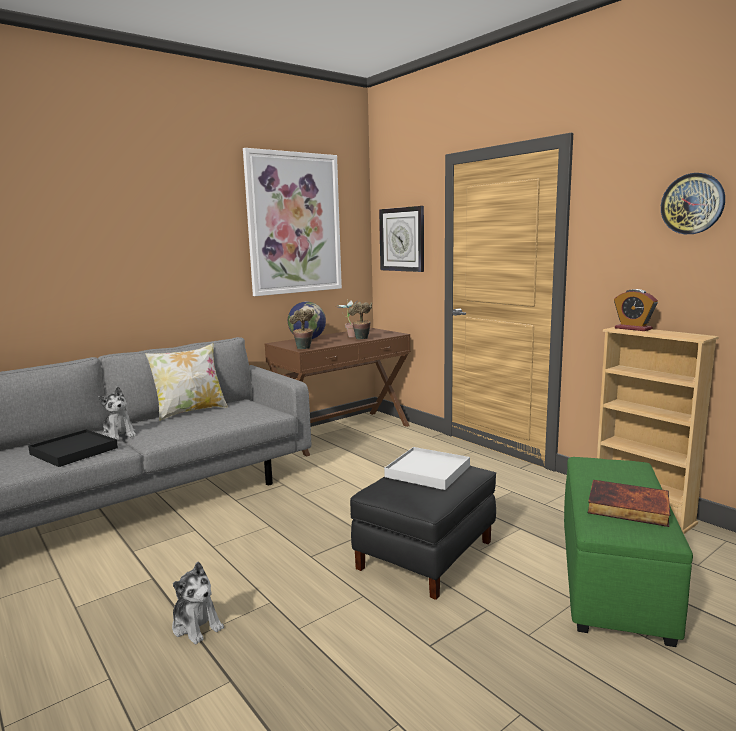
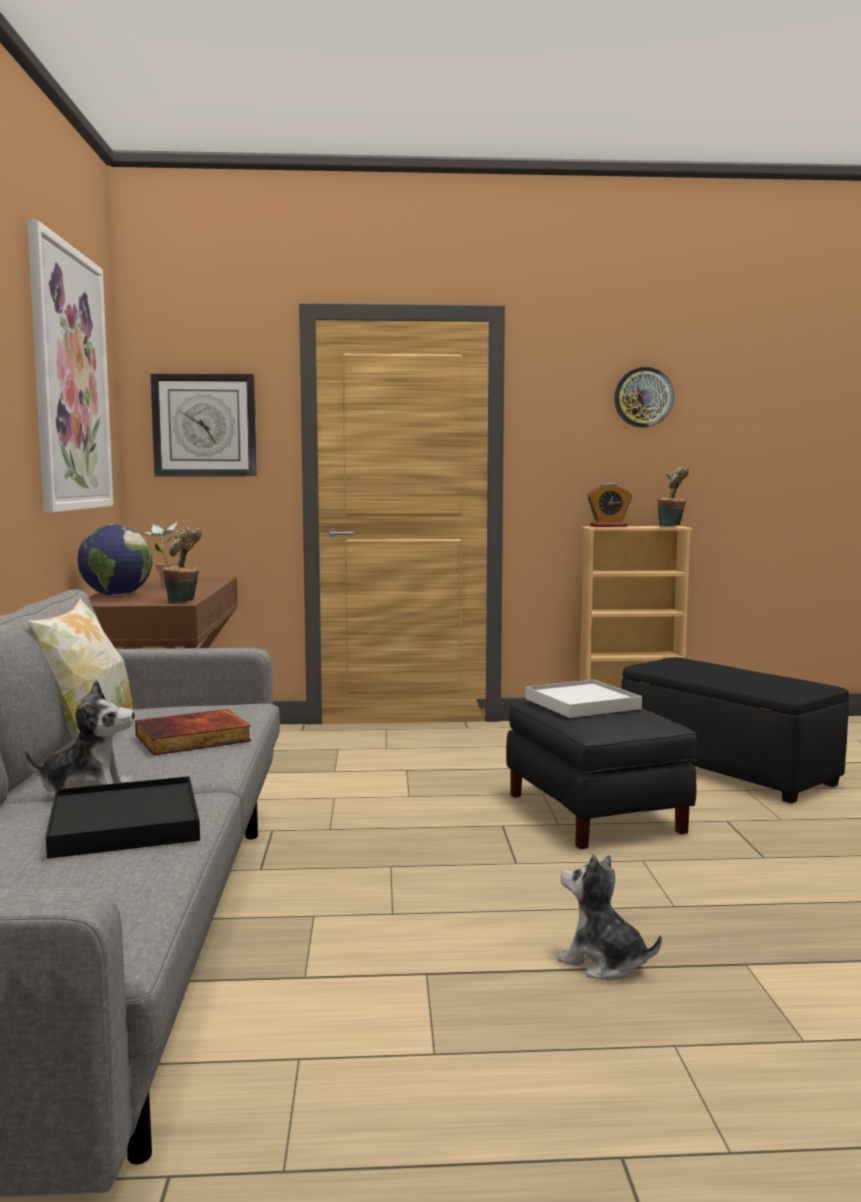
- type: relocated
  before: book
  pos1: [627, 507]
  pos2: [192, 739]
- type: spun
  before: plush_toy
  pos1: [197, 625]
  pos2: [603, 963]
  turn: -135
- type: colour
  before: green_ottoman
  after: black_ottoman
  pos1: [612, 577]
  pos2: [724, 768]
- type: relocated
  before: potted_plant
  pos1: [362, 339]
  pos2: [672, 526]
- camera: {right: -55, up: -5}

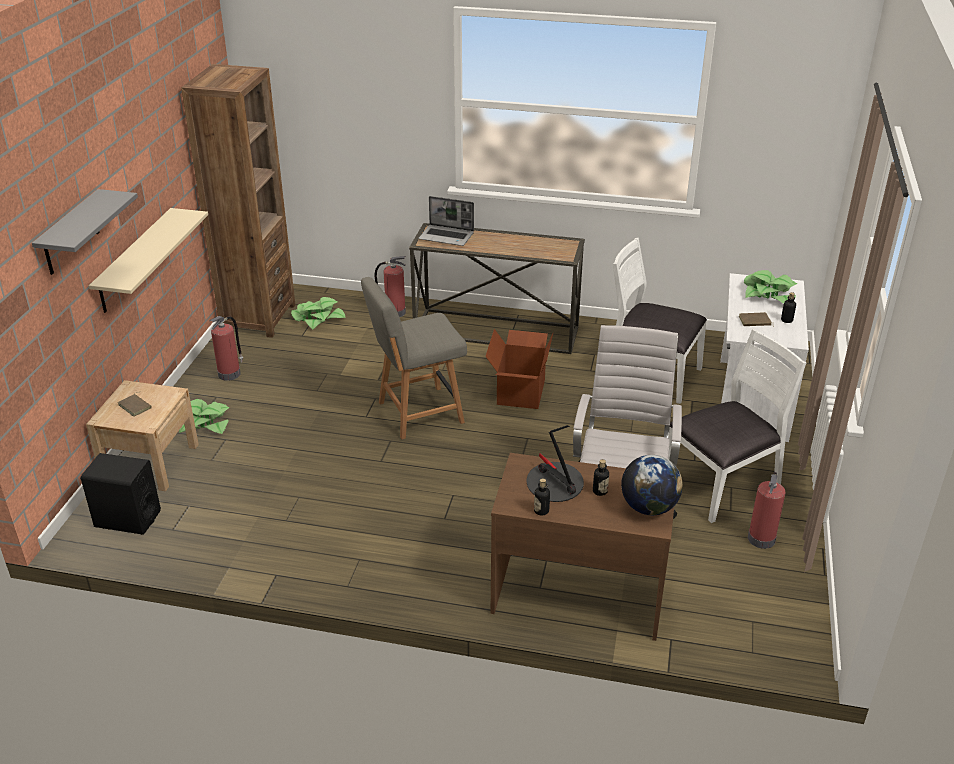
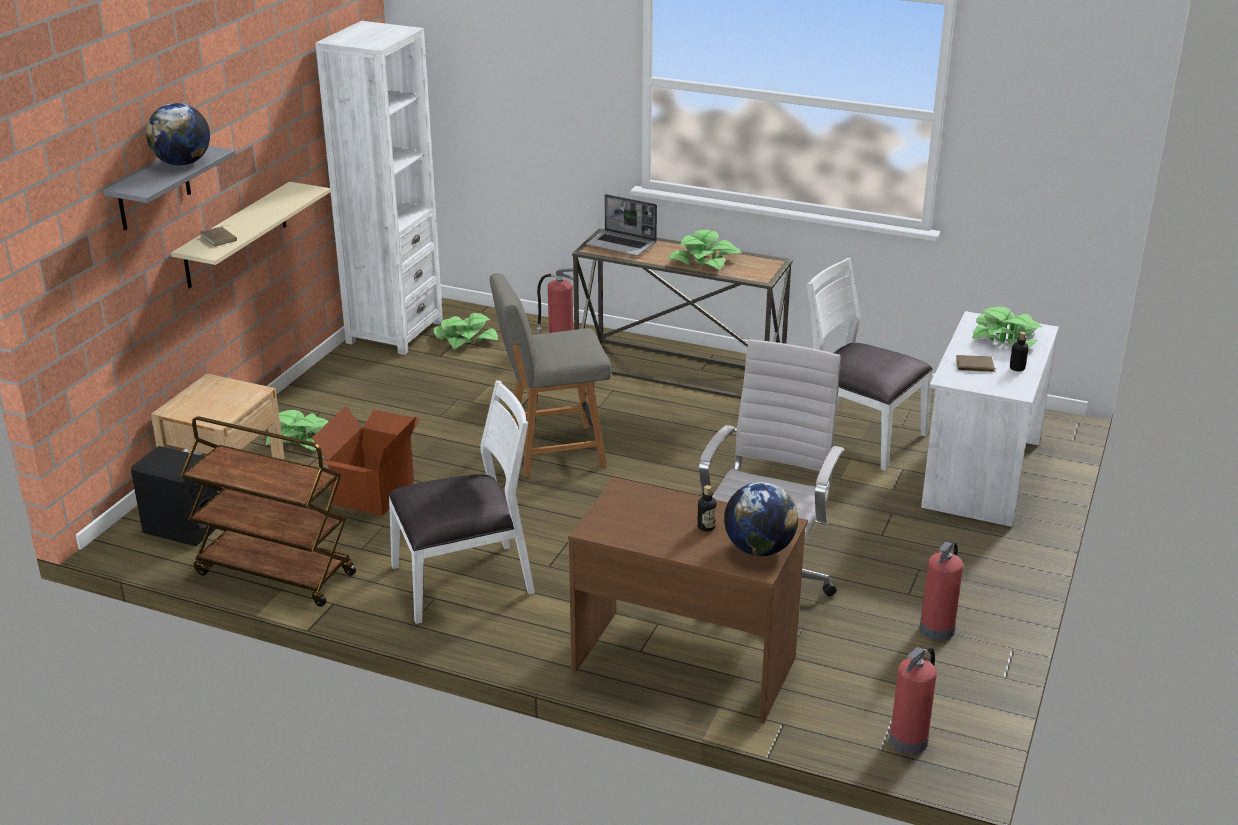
- type: appeared
  after: globe
  pos2: [182, 163]
- type: appeared
  after: brown_cart
  pos2: [274, 574]
- type: relocated
  before: brown_book
  pos1: [136, 406]
  pos2: [220, 238]
- type: relocated
  before: cardboard_box
  pos1: [519, 392]
  pos2: [372, 492]
- type: colour
  before: brown_bookcase
  after: white_bookcase
  pos1: [258, 317]
  pos2: [394, 332]
- type: relocated
  before: white_chair
  pos1: [722, 483]
  pos2: [464, 581]
- type: appeared
  after: potted_plant
  pos2: [704, 261]
- type: relocated
  before: fire_extinguisher
  pos1: [230, 373]
  pos2: [909, 739]
- type: missing
  before: table_lamp
  pos1: [554, 484]
- type: missing
  before: bottle
  pos1: [541, 511]
- camera: {right: 10, up: -5}

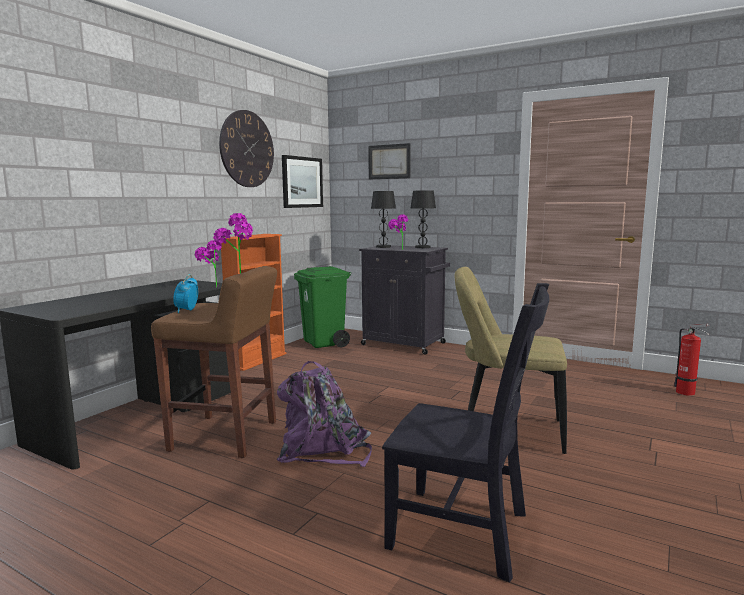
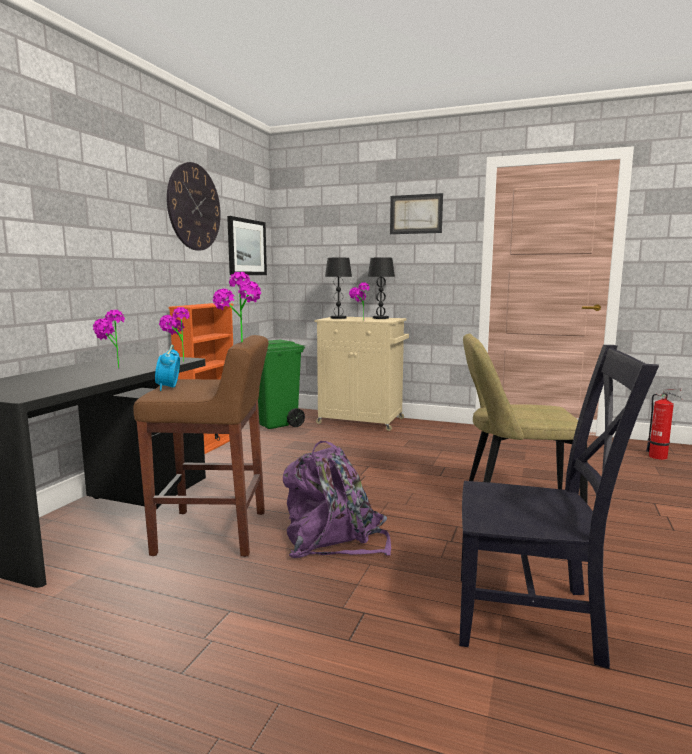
- type: appeared
  after: potted_plant
  pos2: [110, 369]
- type: colour
  before: black_cabinet
  after: beige_cabinet
  pos1: [405, 344]
  pos2: [362, 421]
- type: relocated
  before: picture
  pos1: [389, 161]
  pos2: [416, 214]
- camera: {right: -10, up: 0}

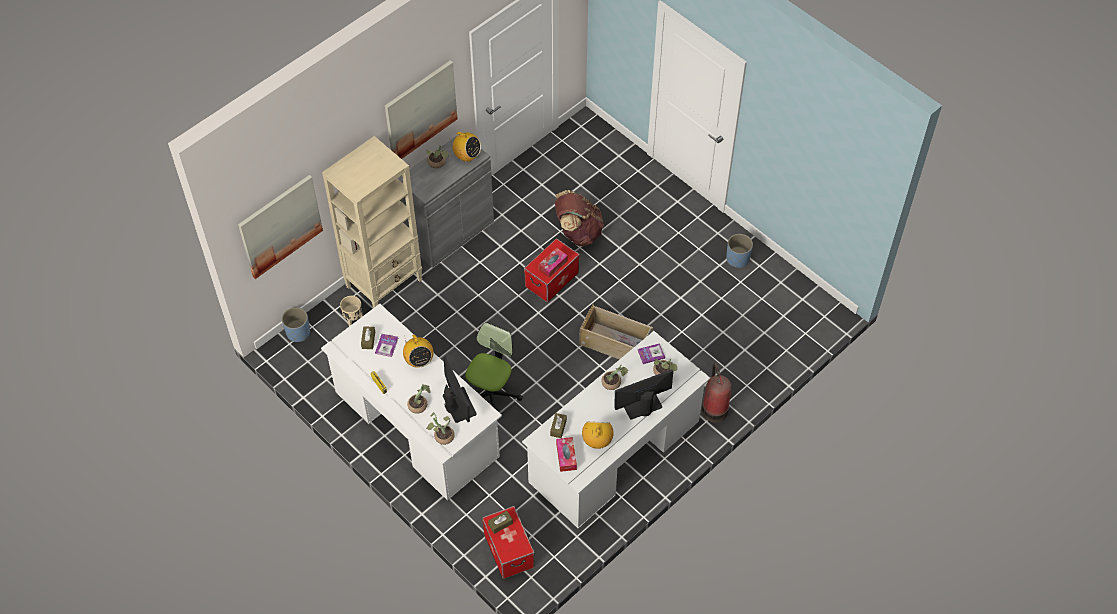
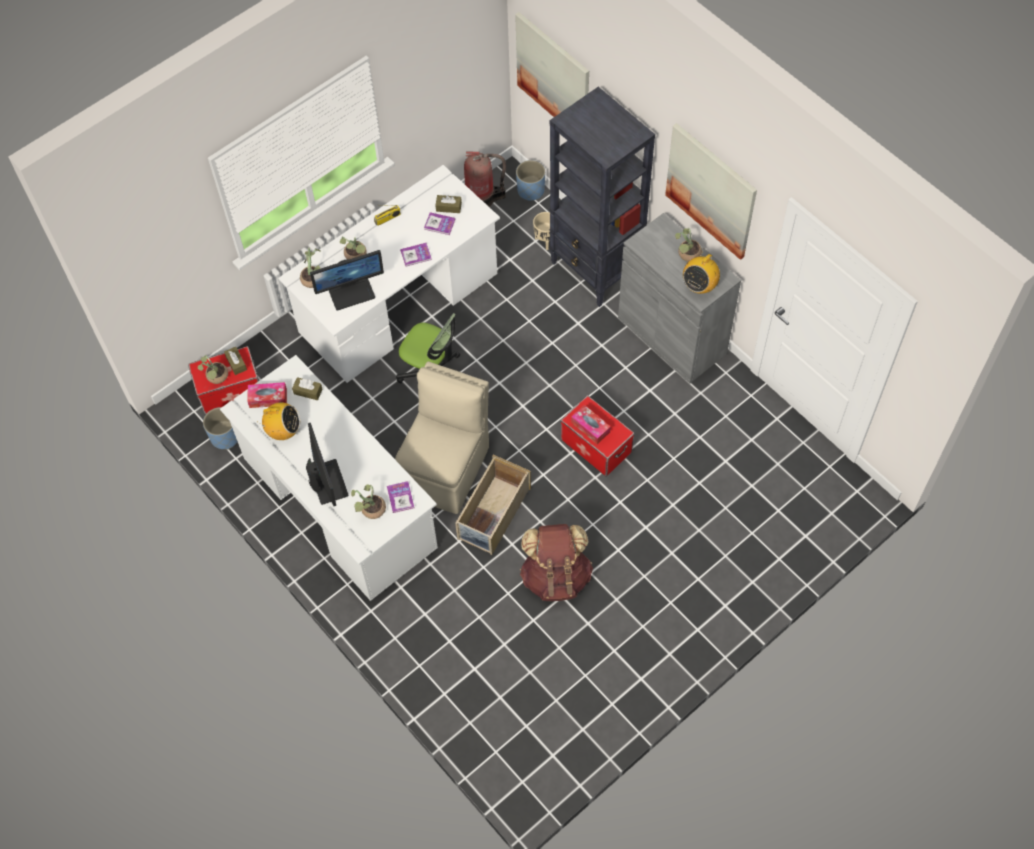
- type: relocated
  before: potted_plant
  pos1: [613, 383]
  pos2: [216, 378]
- type: relocated
  before: blue_planter
  pos1: [737, 259]
  pos2: [225, 437]
- type: appeared
  after: beige_chair
  pos2: [446, 467]
- type: exchanged
  before: radio
  after: book
  pos1: [419, 360]
  pos2: [416, 255]
- type: relocated
  before: fire_extinguisher
  pos1: [714, 409]
  pos2: [482, 198]
- type: relocated
  before: brown_backpack
  pos1: [578, 232]
  pos2: [556, 576]
- type: colour
  before: beige_bookcase
  after: black_bookcase
  pos1: [385, 283]
  pos2: [596, 270]
- camera: {right: 95, up: 5}

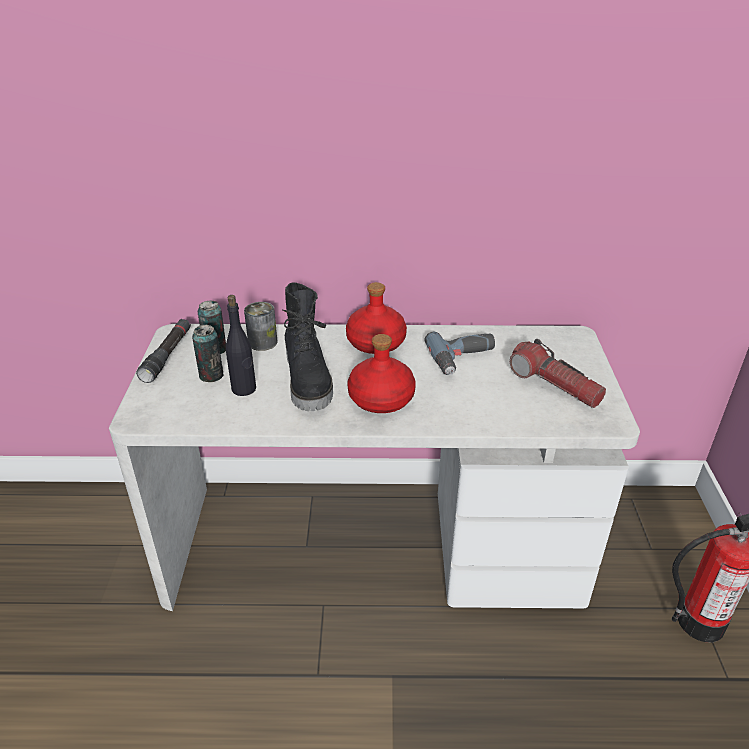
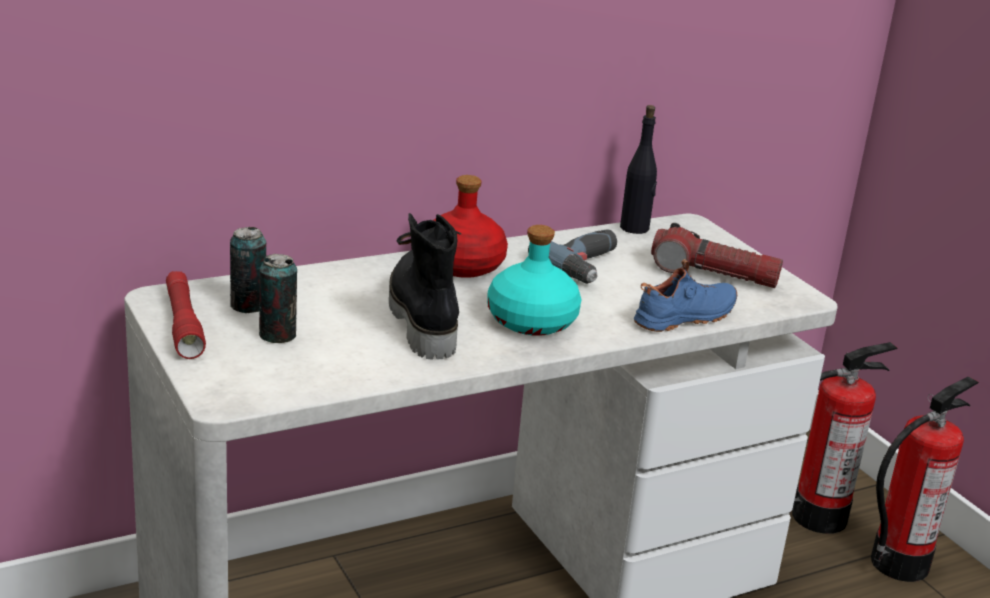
- type: colour
  before: black_flashlight
  after: red_flashlight
  pos1: [167, 355]
  pos2: [183, 324]
- type: spun
  before: black_boot
  pos1: [309, 381]
  pos2: [421, 319]
  turn: -150
- type: colour
  before: red_bottle
  after: turquoise_bottle
  pos1: [380, 398]
  pos2: [530, 321]
- type: relocated
  before: black_bottle
  pos1: [244, 389]
  pos2: [635, 228]
- type: appeared
  after: blue_shoe
  pos2: [686, 318]
- type: appeared
  after: fire_extinguisher
  pos2: [818, 517]
- type: missing
  before: can
  pos1: [262, 342]
- camera: {right: -30, up: -10}

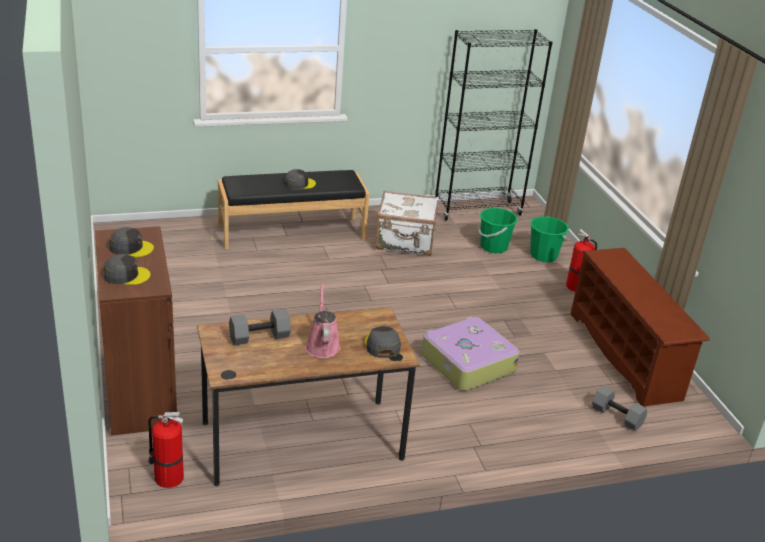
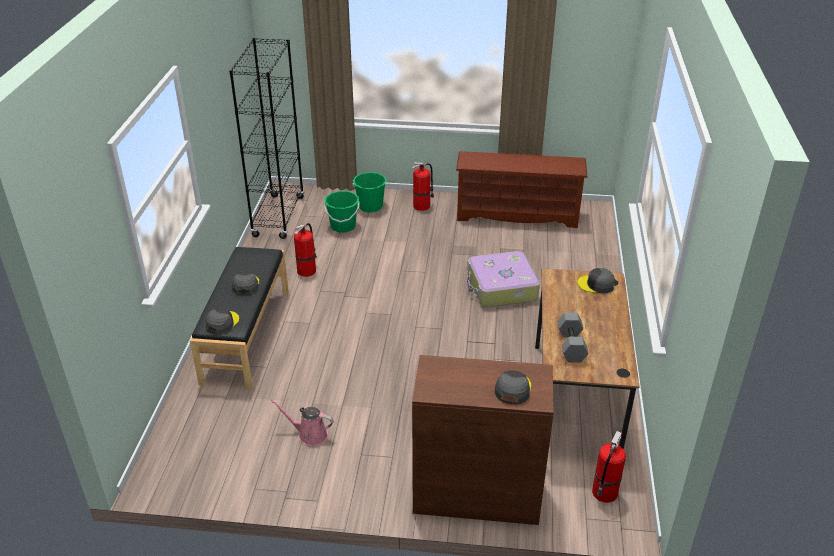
- type: relocated
  before: grey_cap
  pos1: [131, 248]
  pos2: [222, 323]
- type: relocated
  before: pink_watering_can
  pos1: [322, 345]
  pos2: [310, 434]
- type: exchanged
  before: white_suitcase
  after: fire_extinguisher
  pos1: [405, 242]
  pos2: [307, 270]
- type: missing
  before: grey_dumbbell
  pos1: [616, 416]
- camera: {right: -65, up: 5}

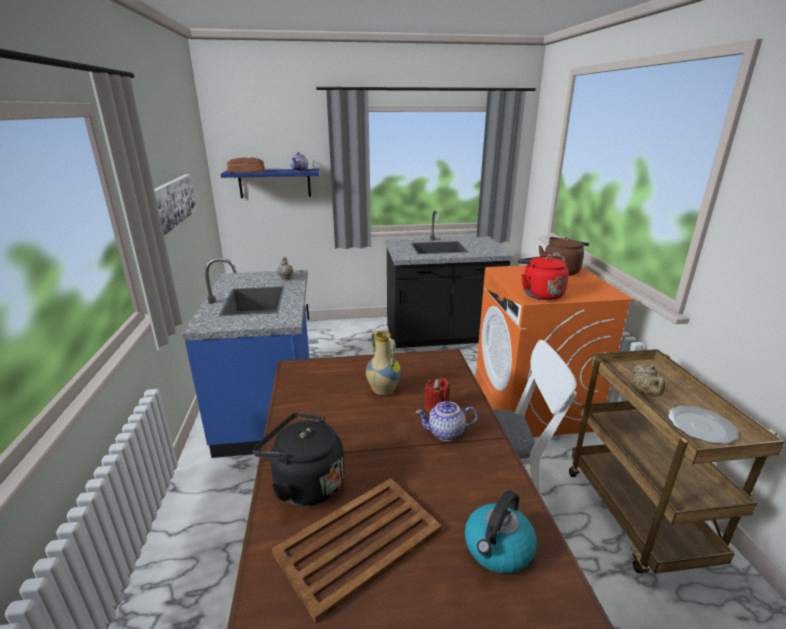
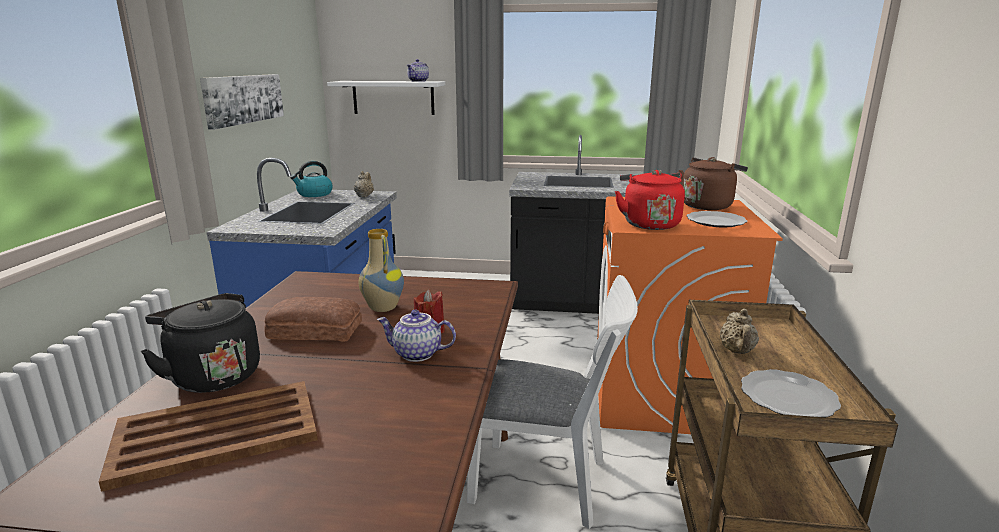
- type: relocated
  before: bread
  pos1: [246, 171]
  pos2: [314, 330]
- type: relocated
  before: kettle
  pos1: [498, 549]
  pos2: [314, 194]
- type: colour
  before: blue_shelf
  after: white_shelf
  pos1: [275, 183]
  pos2: [393, 97]
- type: appeared
  after: plate
  pos2: [716, 222]
- camera: {right: 15, up: -5}

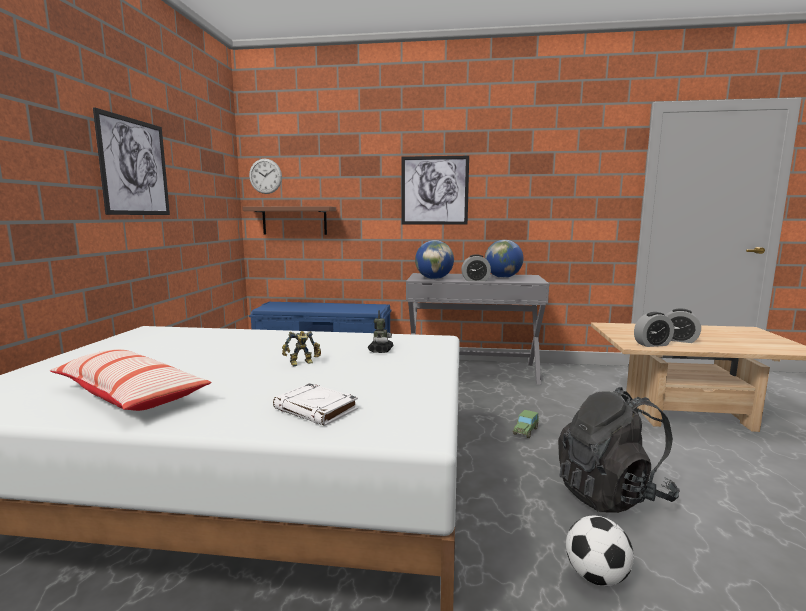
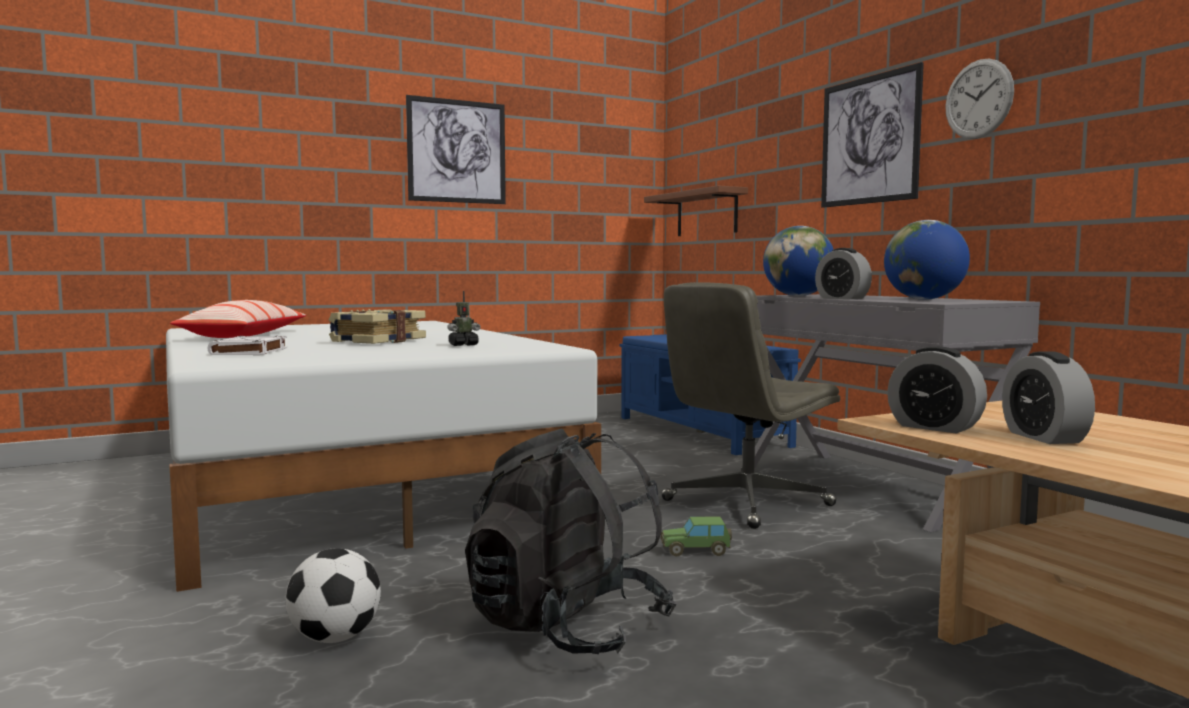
- type: exchanged
  before: toy_robot
  after: book
  pos1: [302, 363]
  pos2: [377, 341]
- type: appeared
  after: grey_office_chair
  pos2: [746, 503]
- type: relocated
  before: wall_clock
  pos1: [265, 176]
  pos2: [978, 99]
- camera: {right: 55, up: -5}

